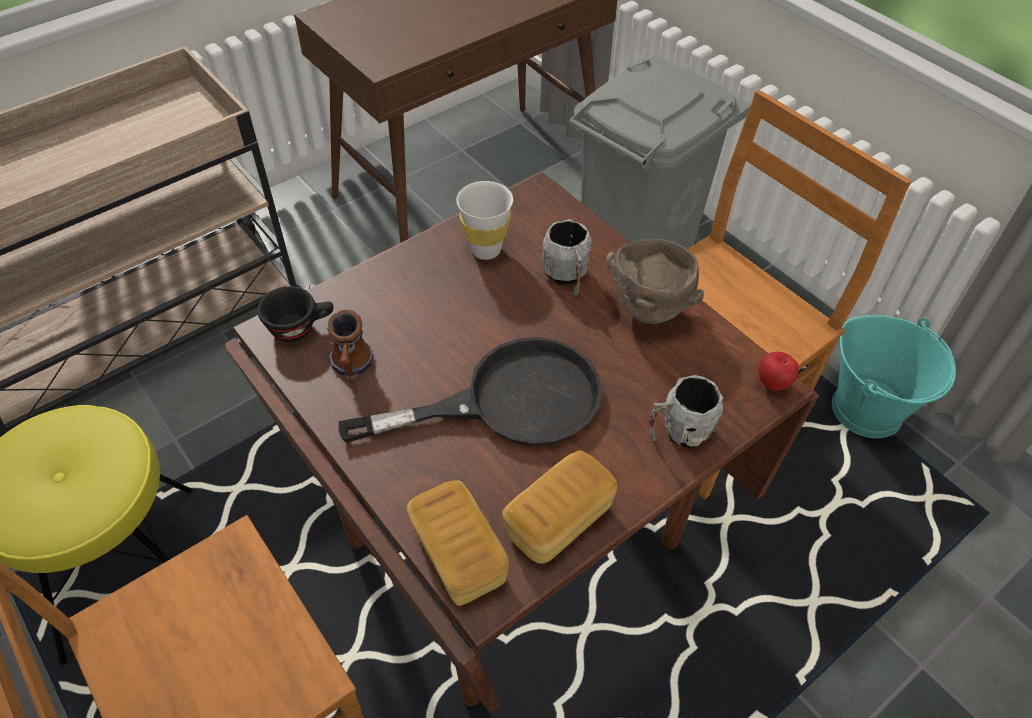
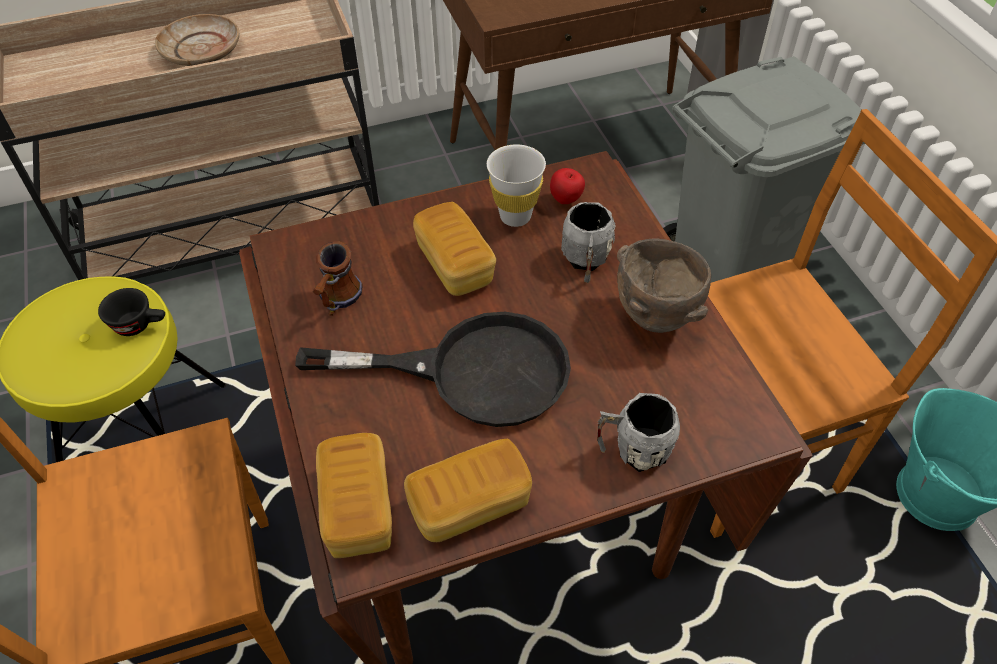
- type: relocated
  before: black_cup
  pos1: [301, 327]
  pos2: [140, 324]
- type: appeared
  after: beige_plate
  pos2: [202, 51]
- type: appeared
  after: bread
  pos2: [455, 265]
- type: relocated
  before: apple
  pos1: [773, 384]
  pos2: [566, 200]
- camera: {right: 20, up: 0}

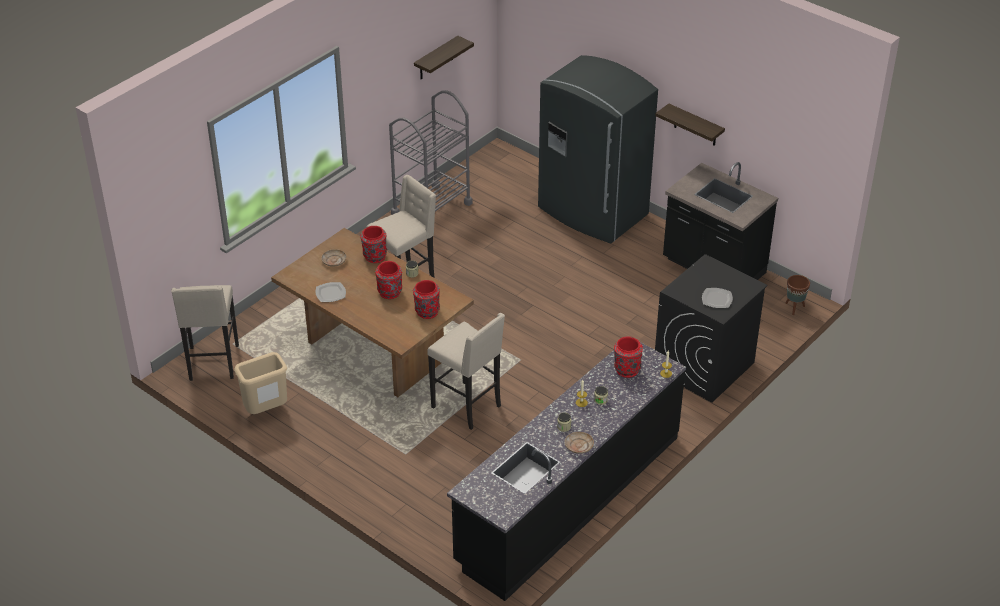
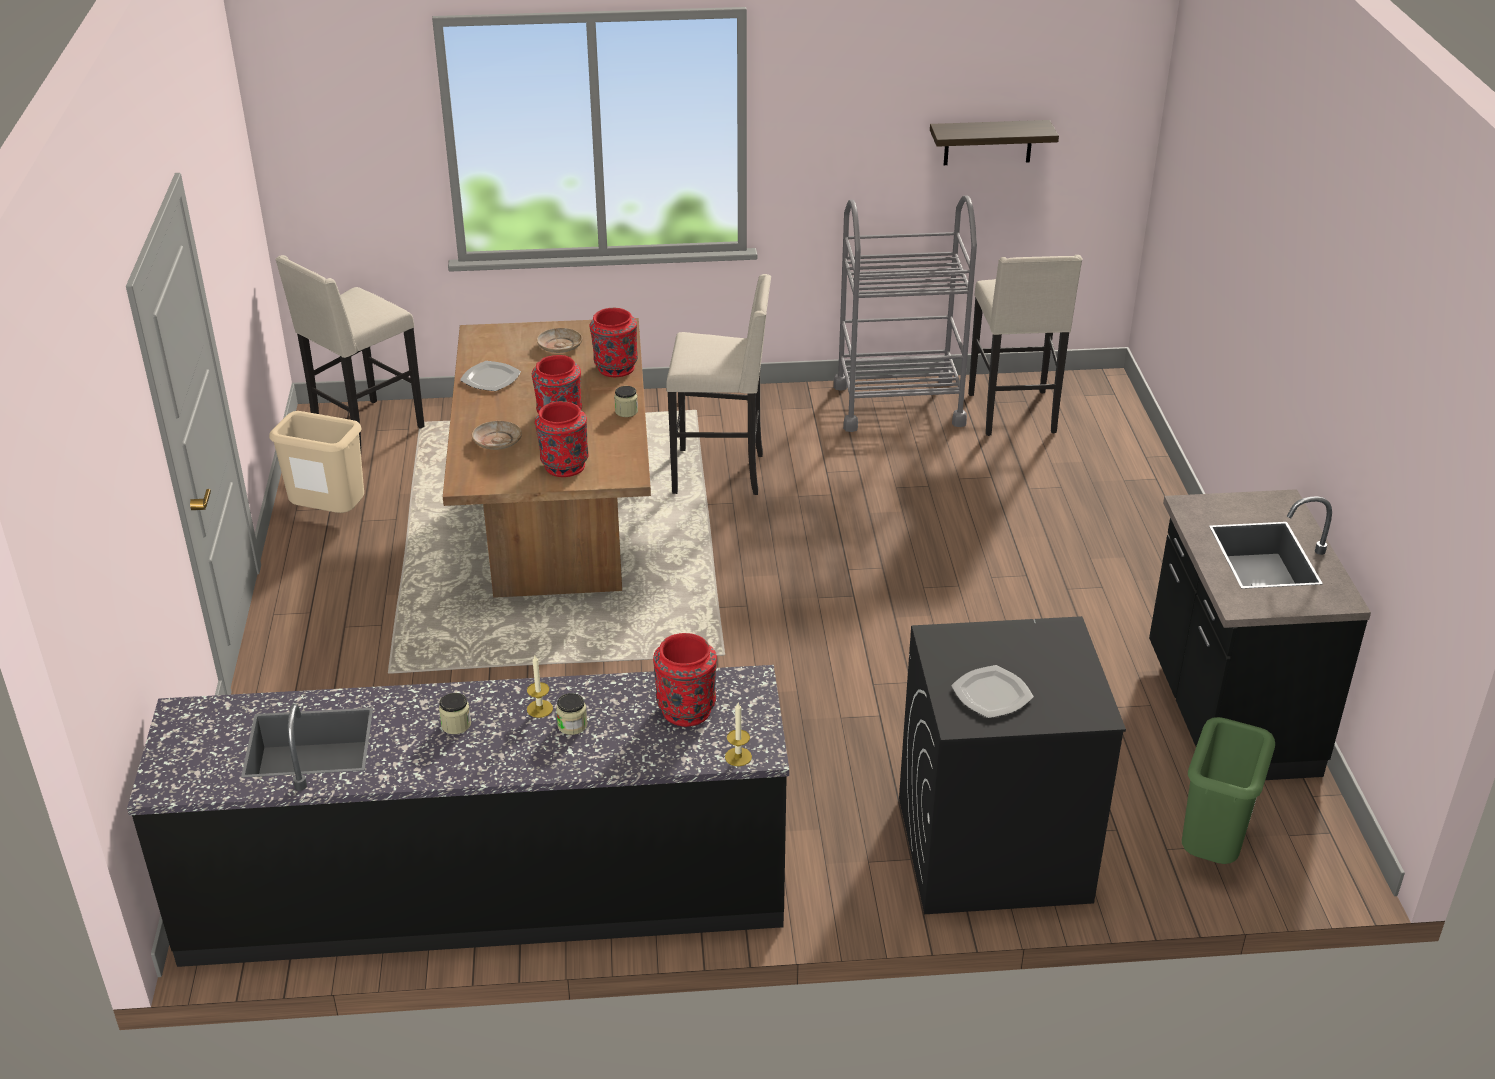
- type: relocated
  before: beige_plate
  pos1: [578, 446]
  pos2: [497, 441]
- type: relocated
  before: beige_stool
  pos1: [468, 407]
  pos2: [1014, 415]
- type: appeared
  after: green_trash_can
  pos2: [1212, 851]
- type: missing
  before: grey_fridge
  pos1: [591, 213]
- type: missing
  before: shelf
  pos1: [695, 125]
- type: missing
  before: brown_planter
  pos1: [794, 308]
- camera: {right: 45, up: -5}

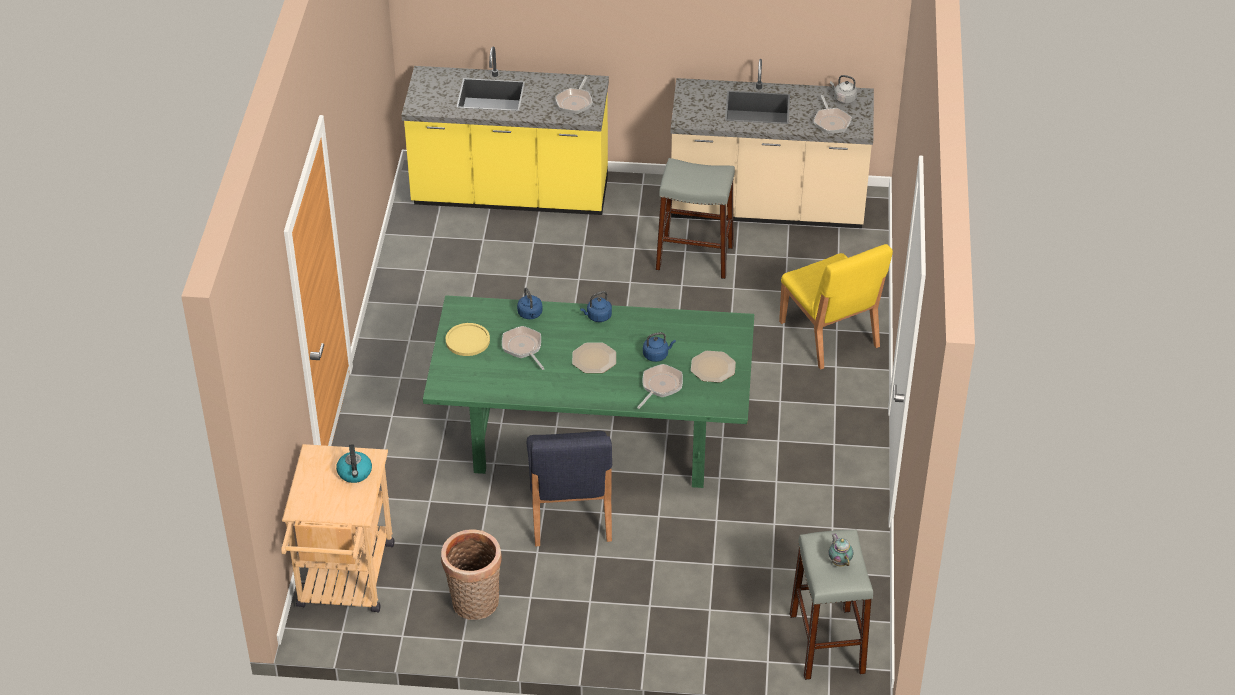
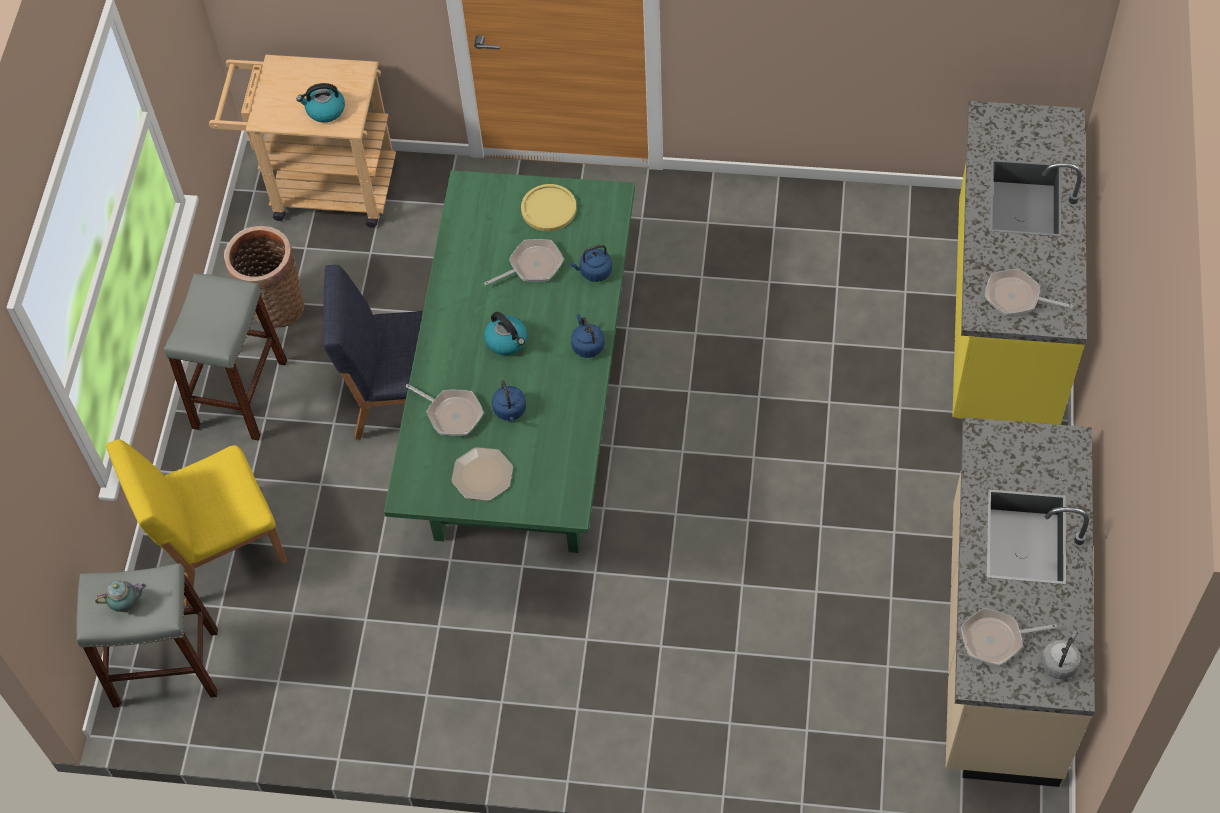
- type: relocated
  before: yellow_chair
  pos1: [829, 335]
  pos2: [217, 546]
- type: relocated
  before: grey_stool
  pos1: [694, 258]
  pos2: [240, 394]
- type: exchanged
  before: plate
  after: kettle
  pos1: [593, 359]
  pos2: [507, 341]
- camera: {right: 95, up: 15}

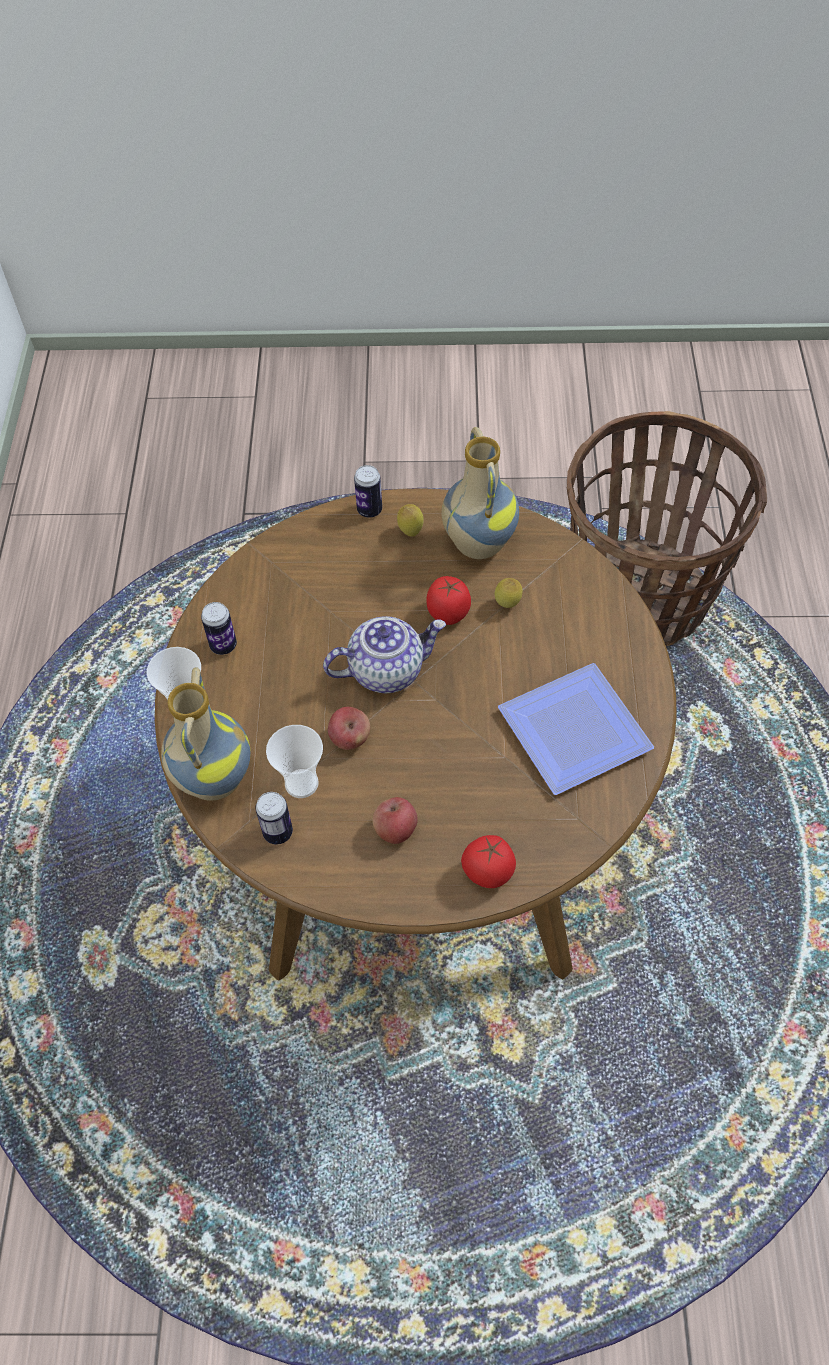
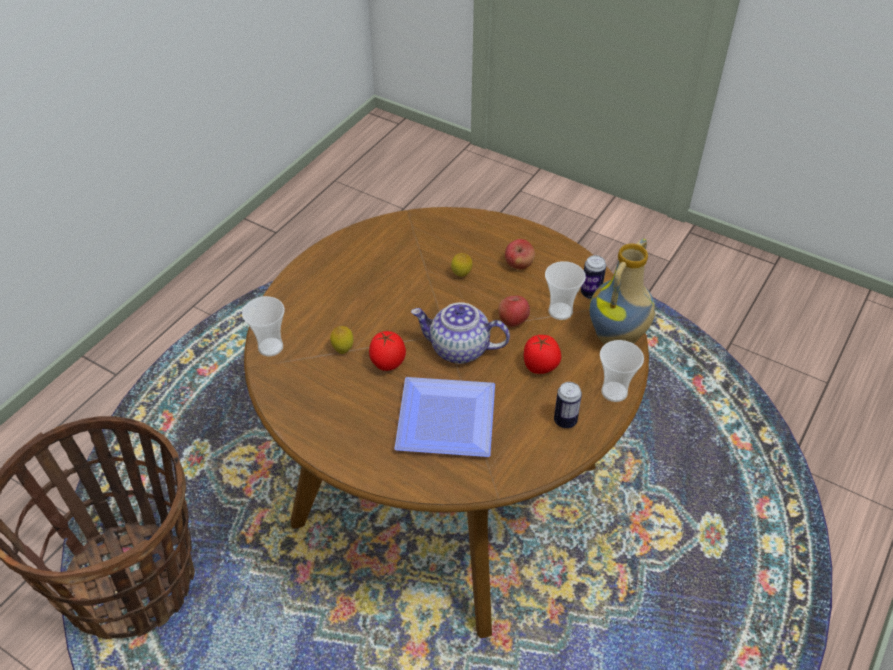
- type: appeared
  after: cup
  pos2: [270, 347]
- type: relocated
  before: plate
  pos1: [579, 733]
  pos2: [443, 417]
- type: relocated
  before: lemon
  pos1: [410, 532]
  pos2: [461, 275]
- type: relocated
  before: tomato
  pos1: [487, 872]
  pos2: [540, 367]
- type: missing
  before: can
  pos1: [369, 510]
- type: missing
  before: vase
  pos1: [476, 544]
- camera: {right: -150, up: -10}

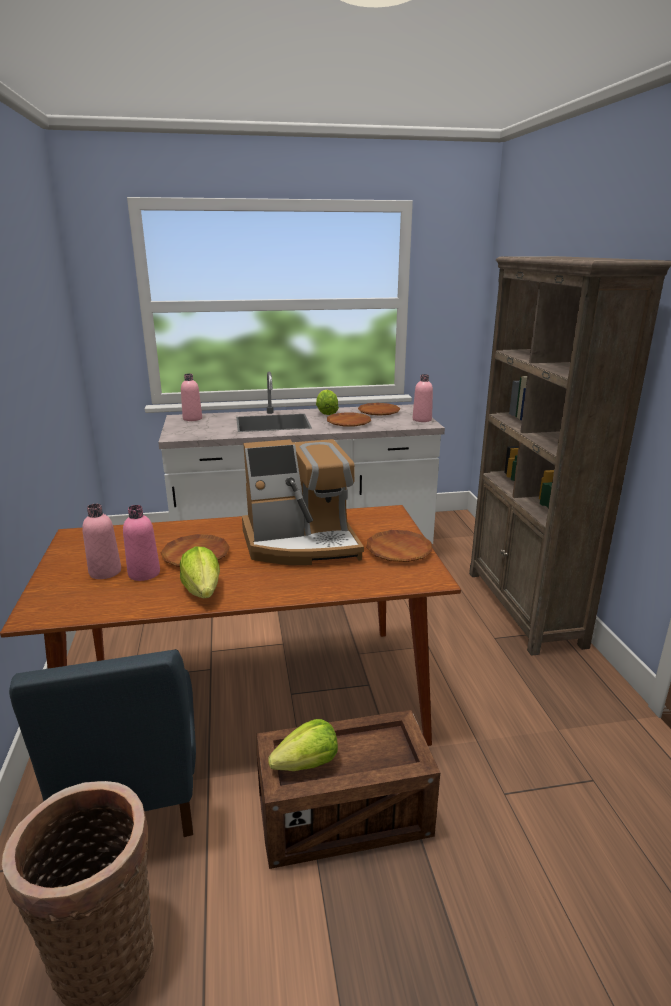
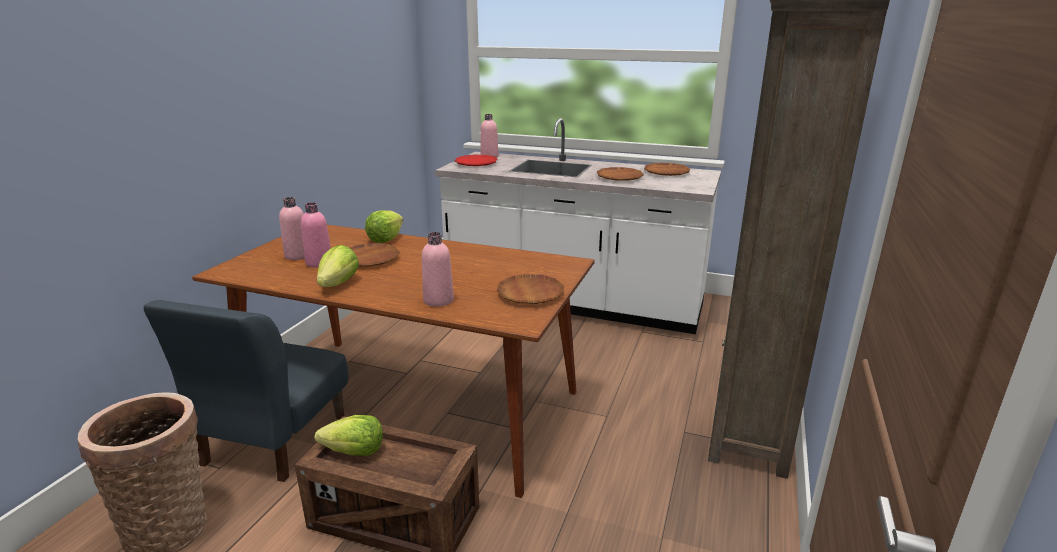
- type: relocated
  before: lettuce
  pos1: [326, 412]
  pos2: [386, 239]
- type: relocated
  before: pink_bottle
  pos1: [422, 419]
  pos2: [438, 300]
- type: appeared
  after: red_plate
  pos2: [476, 163]
- type: missing
  before: coffee_machine
  pos1: [301, 543]
- camera: {right: 30, up: 0}

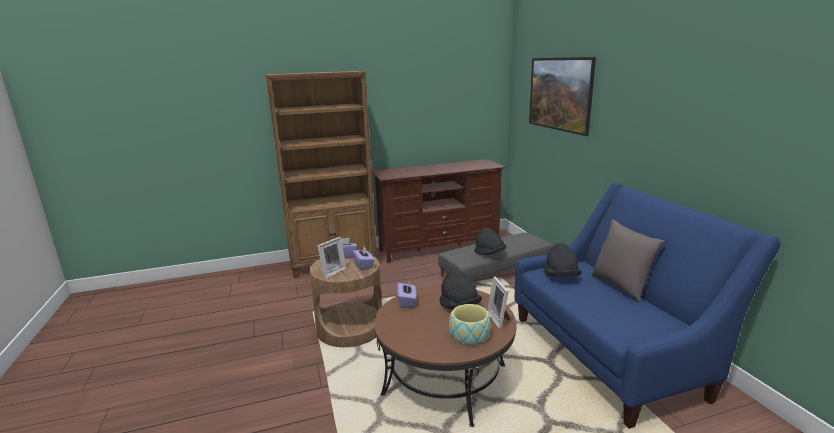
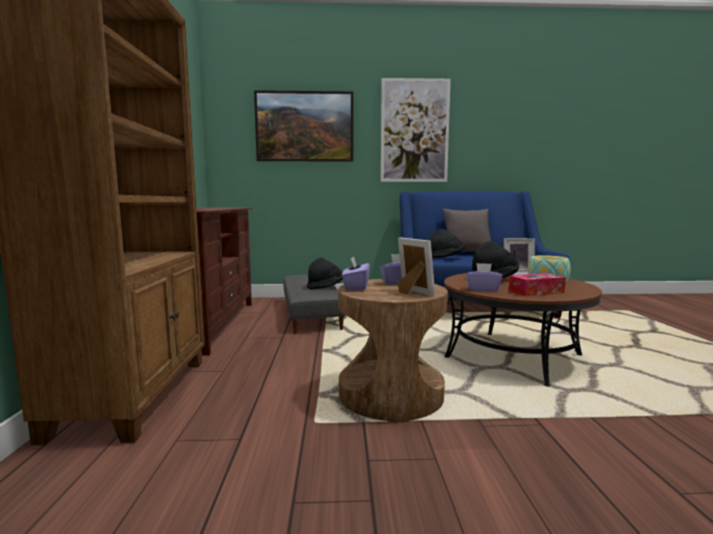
- type: appeared
  after: picture
  pos2: [414, 131]
- type: appeared
  after: tissue_box
  pos2: [536, 292]
- camera: {right: -75, up: -10}

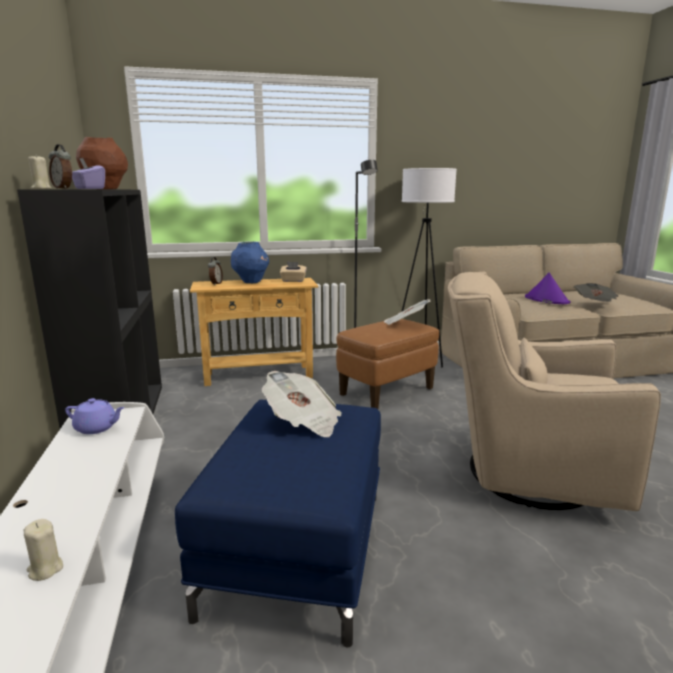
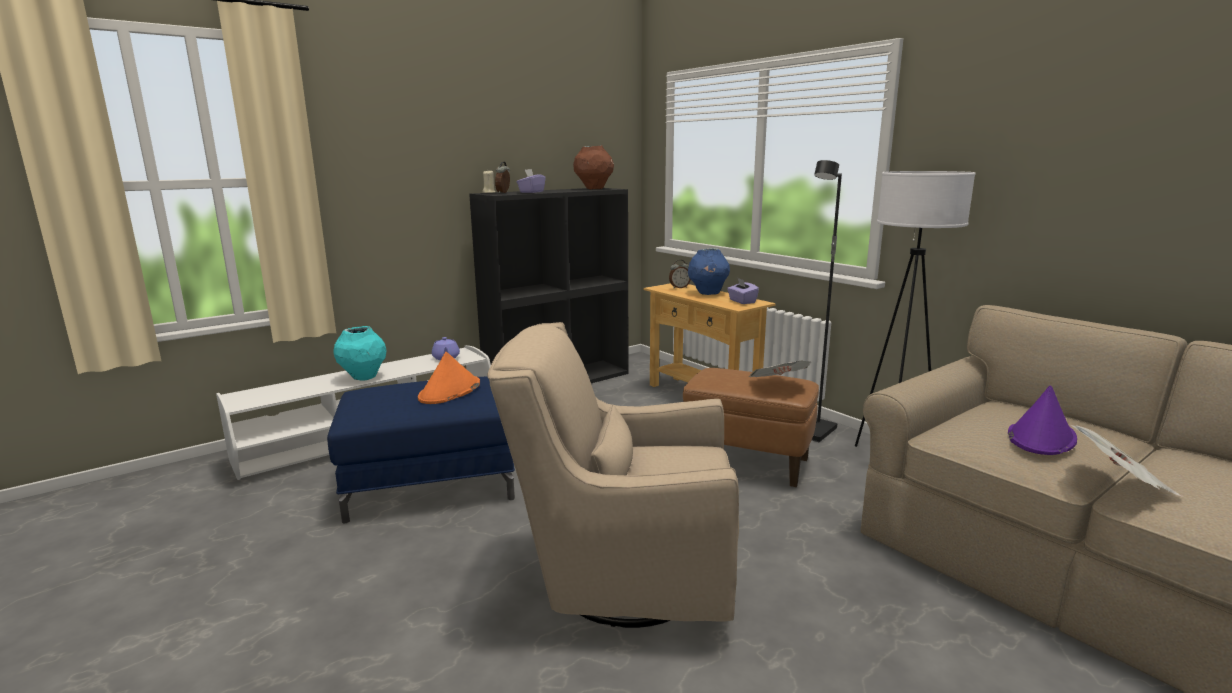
- type: appeared
  after: turquoise_vase
  pos2: [364, 377]
- type: exchanged
  before: newspaper
  after: orange_hat
  pos1: [303, 422]
  pos2: [449, 391]
- type: spun
  before: beige_armchair
  pos1: [524, 472]
  pos2: [622, 576]
  turn: -75
- type: colour
  before: beige_tissue_box
  after: purple_tissue_box
  pos1: [293, 281]
  pos2: [742, 301]
- type: missing
  before: beige_candle
  pos1: [45, 569]
- camera: {right: 65, up: 0}

